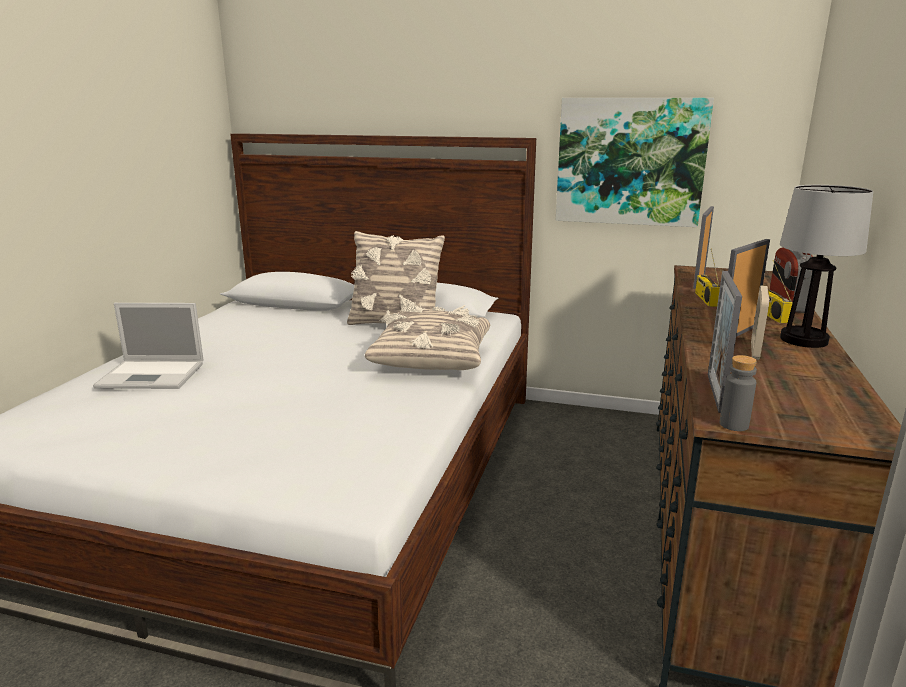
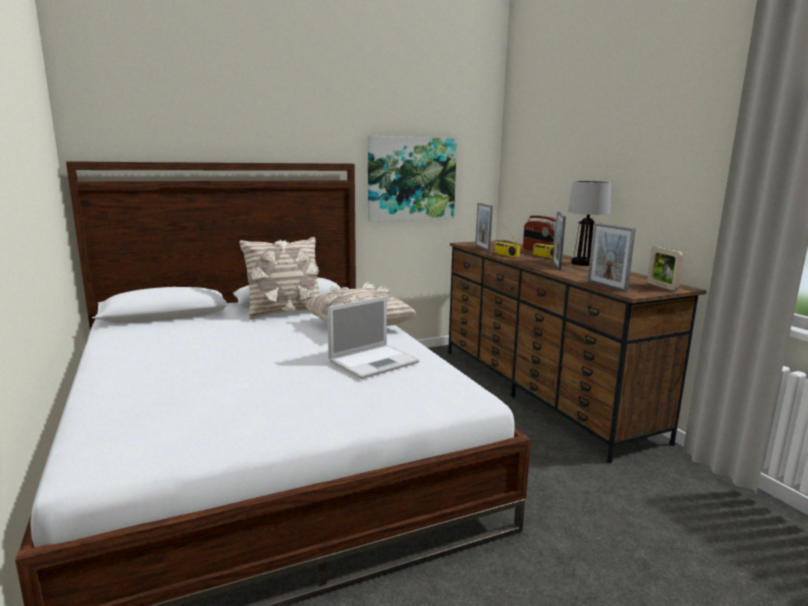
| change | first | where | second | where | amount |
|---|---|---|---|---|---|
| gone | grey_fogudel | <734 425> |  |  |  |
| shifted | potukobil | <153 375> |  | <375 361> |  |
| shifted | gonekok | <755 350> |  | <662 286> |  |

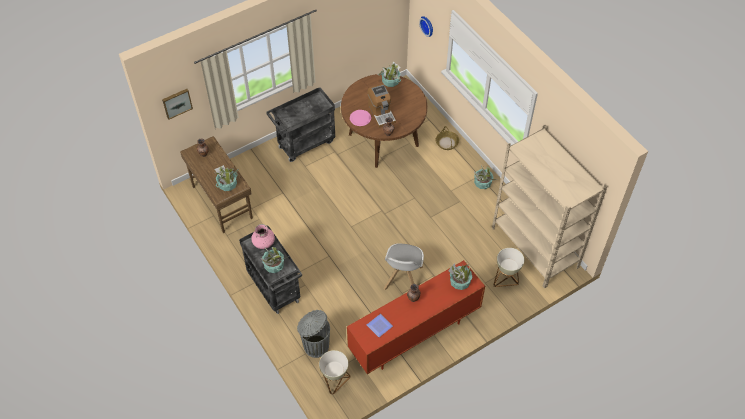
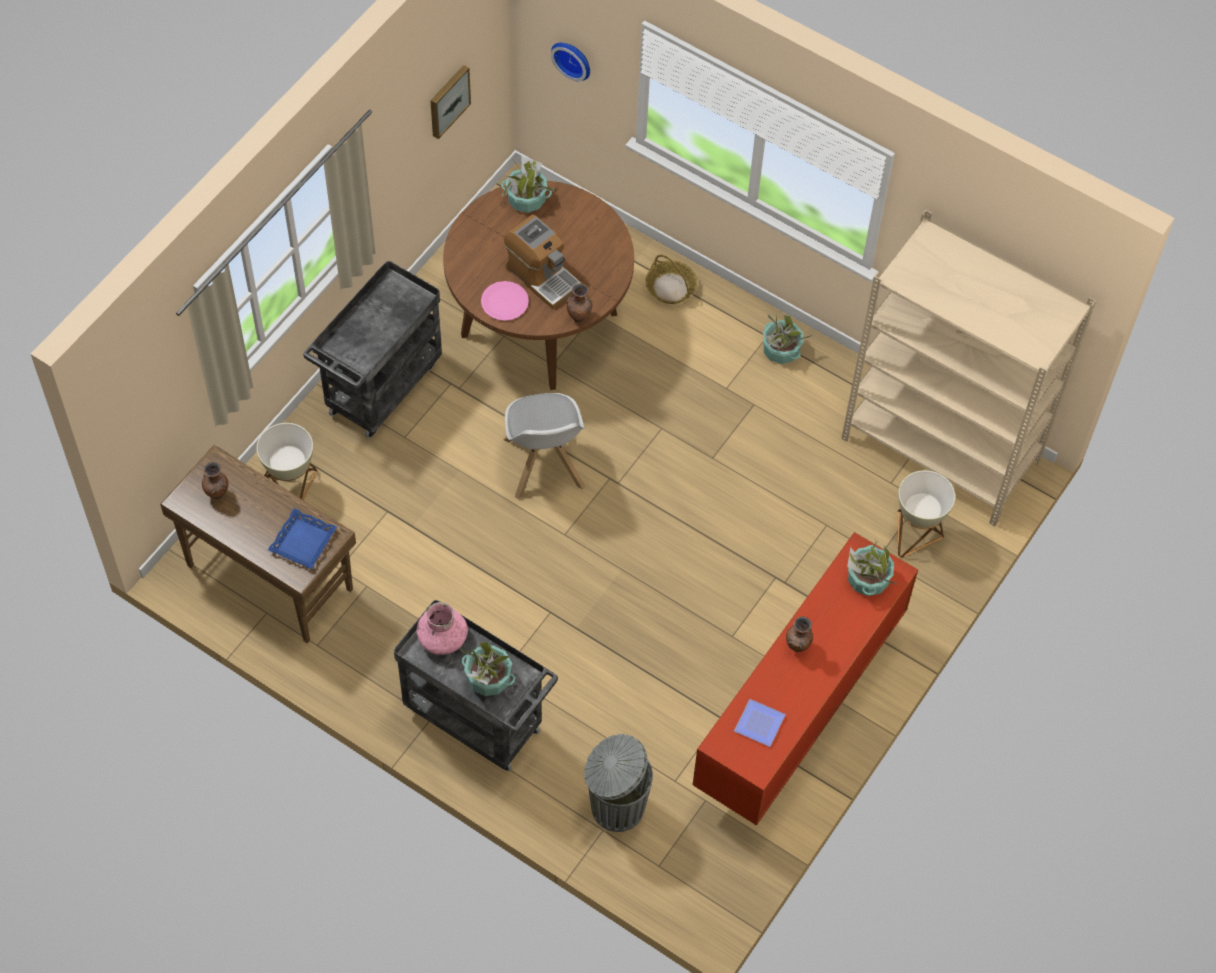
| change | first | where | second | where | amount |
|---|---|---|---|---|---|
| shifted | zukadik | <177 103> |  | <448 100> |  |
| shifted | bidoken | <334 381> |  | <292 487> |  |
| shifted | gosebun | <403 279> |  | <544 465> |  |
| swapped | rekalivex | <227 184> | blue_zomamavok | <302 541> |  |

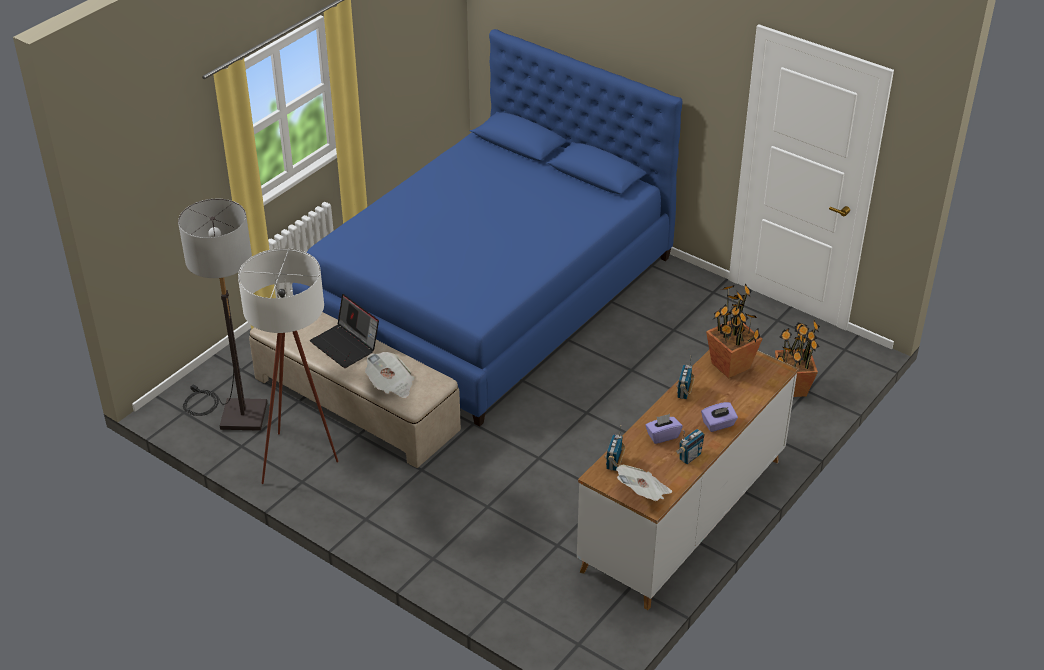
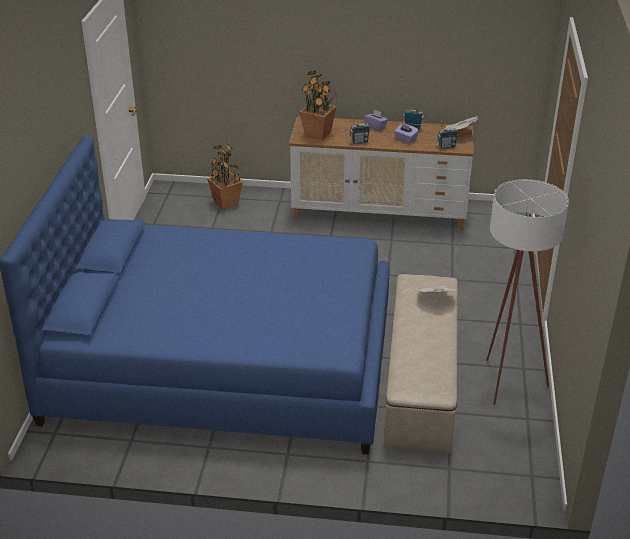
| change | first | where | second | where | amount |
|---|---|---|---|---|---|
| gone | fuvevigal | <231 412> |  |  |  |
| gone | potukobil | <346 345> |  |  |  |

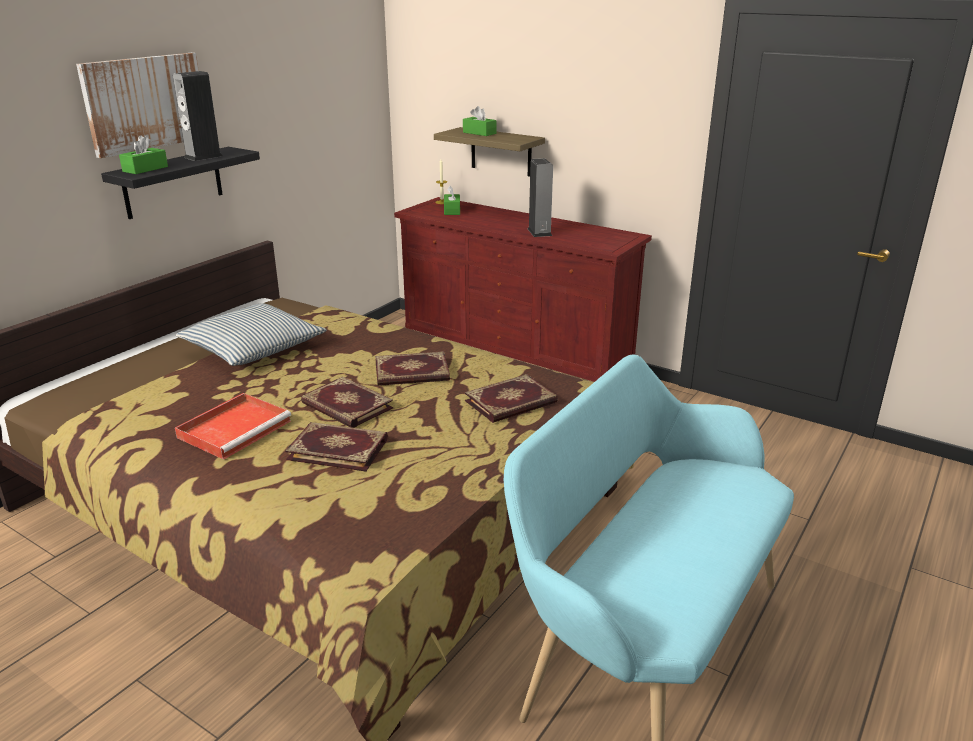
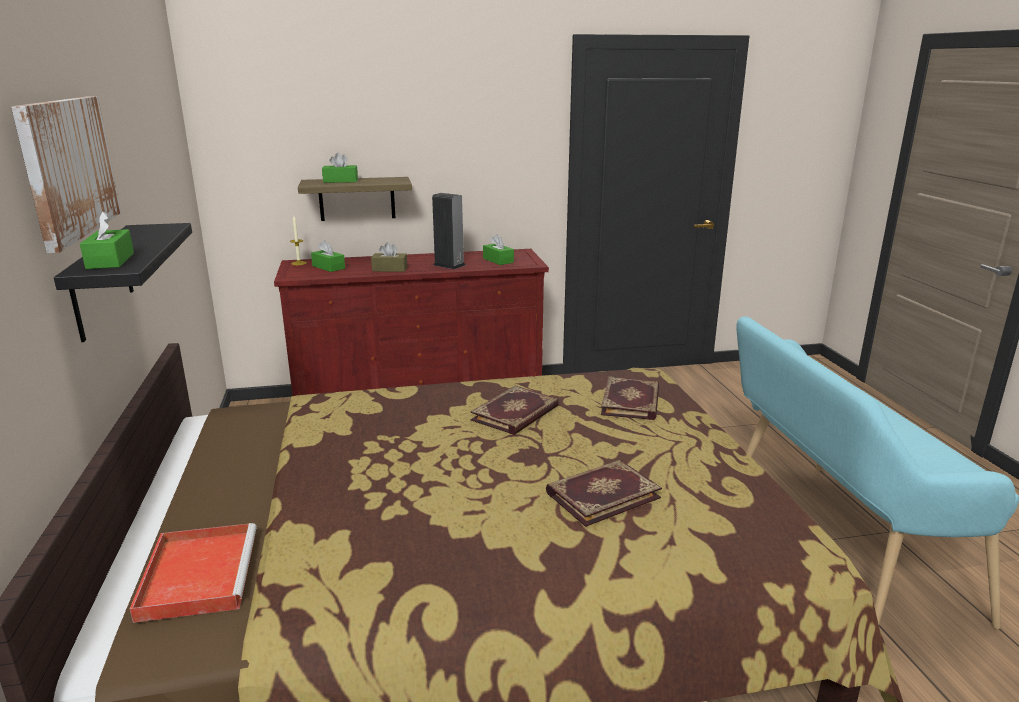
| change | first | where | second | where | amount |
|---|---|---|---|---|---|
| gone | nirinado | <203 157> |  |  |  |
| gone | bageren | <253 348> |  |  |  |
| gone | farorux | <346 406> |  |  |  |
| new |  |  | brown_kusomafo | <389 269> |  |
| new |  |  | green_kusomafo | <498 260> |  |
| shifted | red_zomamavok | <236 428> |  | <198 573> |  |

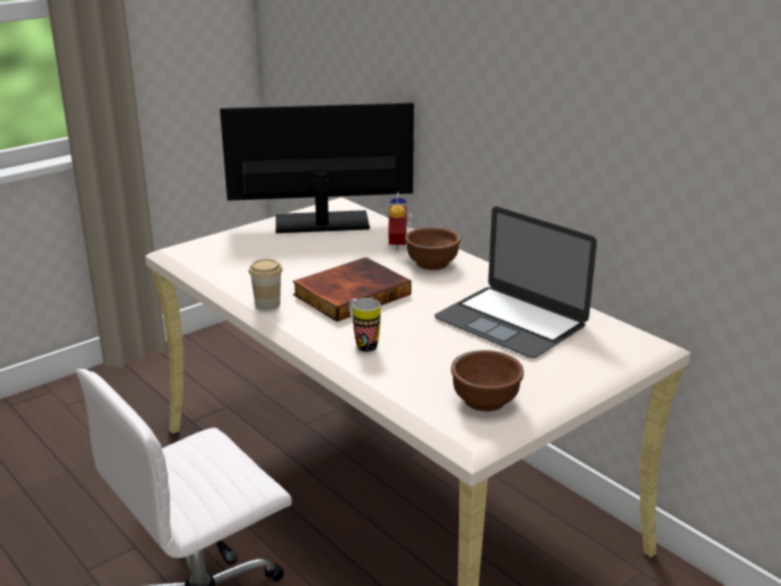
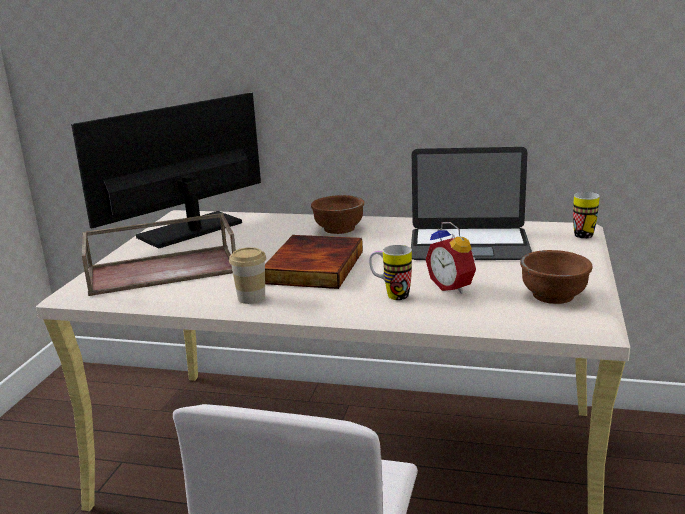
| change | first | where | second | where | amount |
|---|---|---|---|---|---|
| new |  |  | brown_zomamavok | <164 269> |  |
| new |  |  | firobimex | <585 233> |  |
| shifted | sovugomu | <400 244> |  | <453 287> |  |

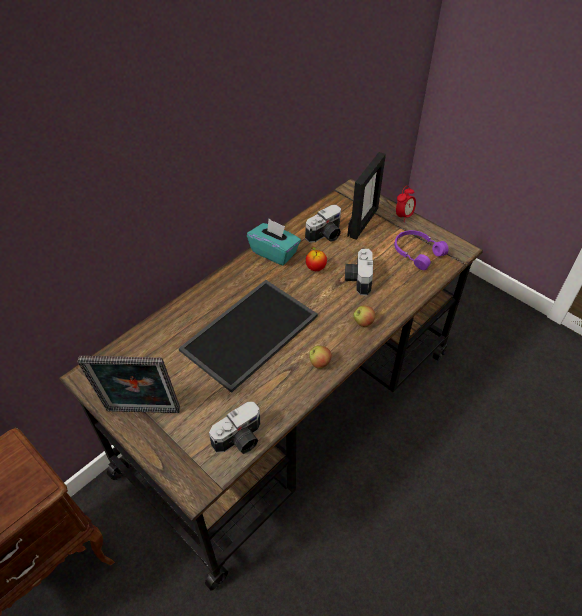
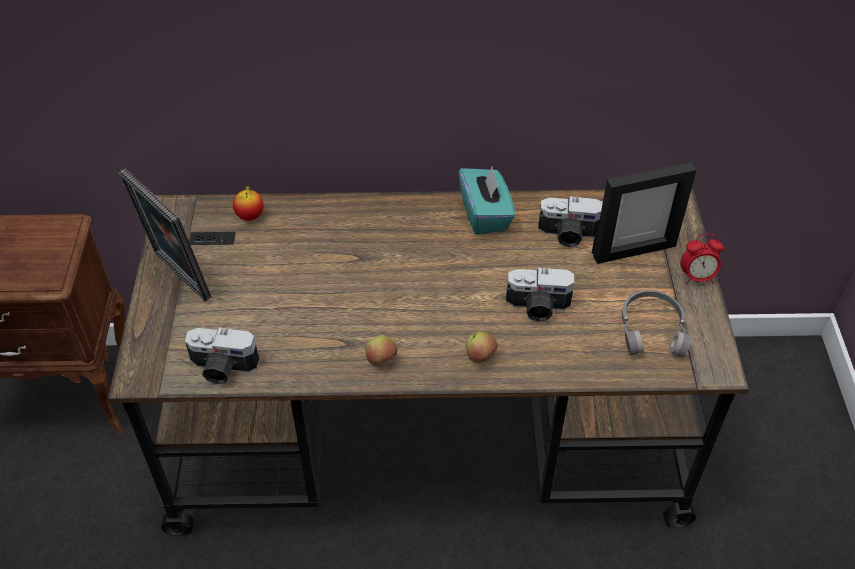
| change | first | where | second | where | amount |
|---|---|---|---|---|---|
| gone | zomamavok | <250 335> |  |  |  |
| shifted | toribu | <315 268> |  | <250 216> |  |
| repainted | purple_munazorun | <417 252> | grey_munazorun | <652 330> |  |
| rotated | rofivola | <357 279> |  | <538 307> | 135 degrees counterclockwise |

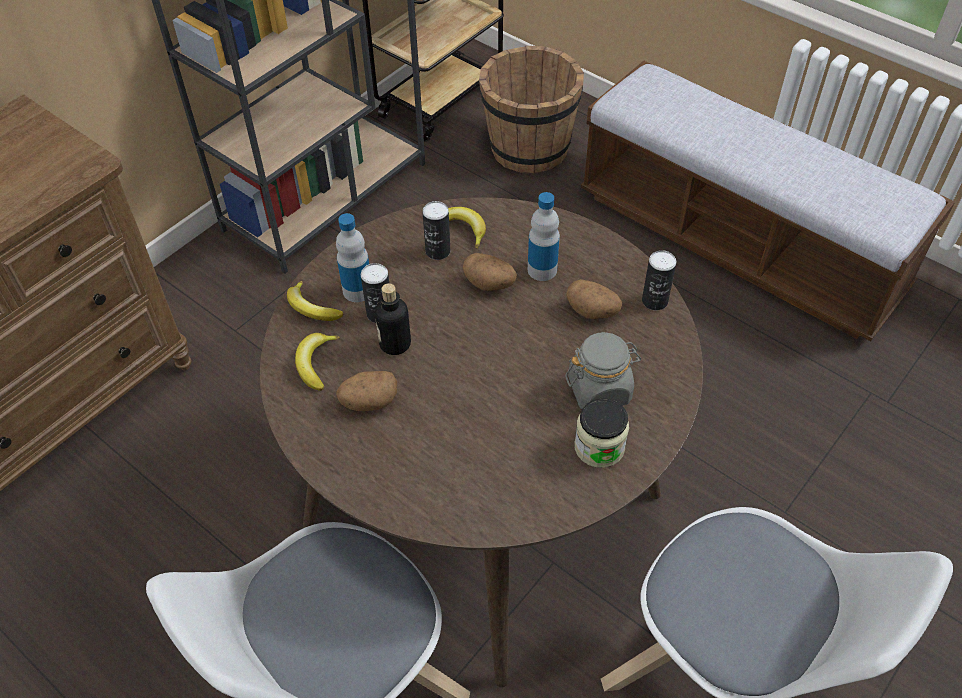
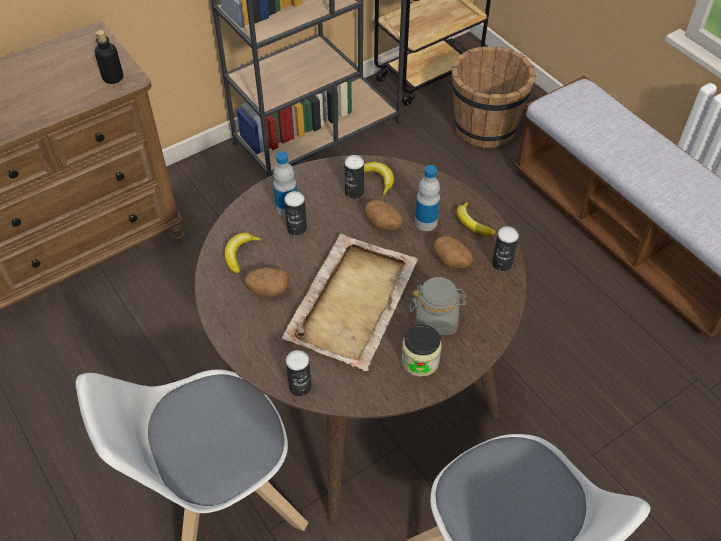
| change | first | where | second | where | amount |
|---|---|---|---|---|---|
| new |  |  | beige_zomamavok | <353 301> |  |
| new |  |  | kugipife | <300 387> |  |
| shifted | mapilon | <312 308> |  | <472 223> |  |
| shifted | fogudel | <395 343> |  | <113 78> |  |

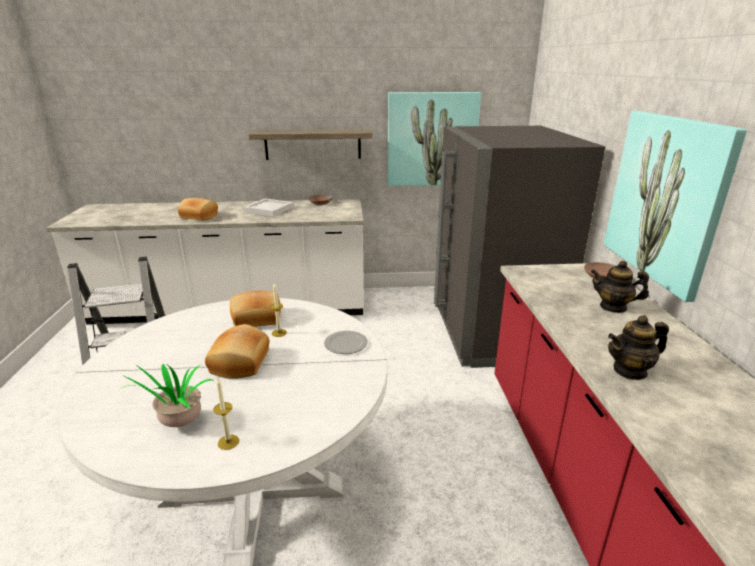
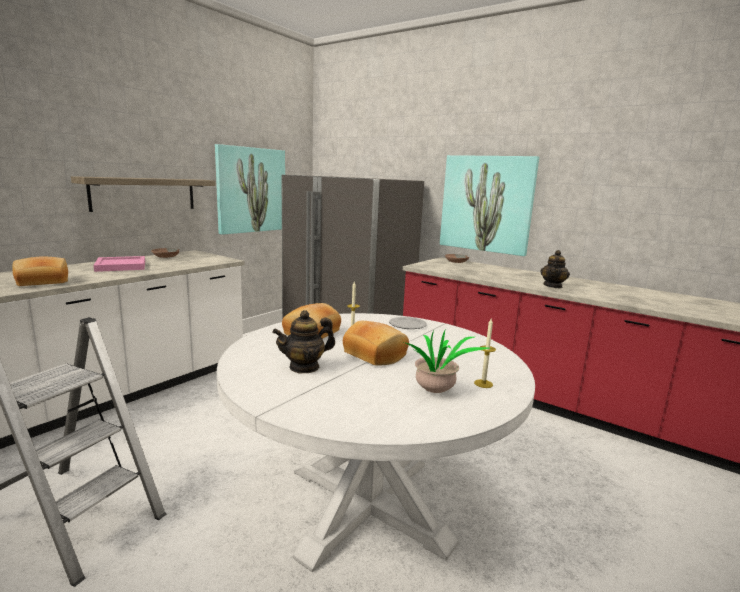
| change | first | where | second | where | amount |
|---|---|---|---|---|---|
| shifted | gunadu | <613 307> |  | <304 367> |  |
| repainted | white_zomamavok | <268 209> | pink_zomamavok | <120 266> |  |

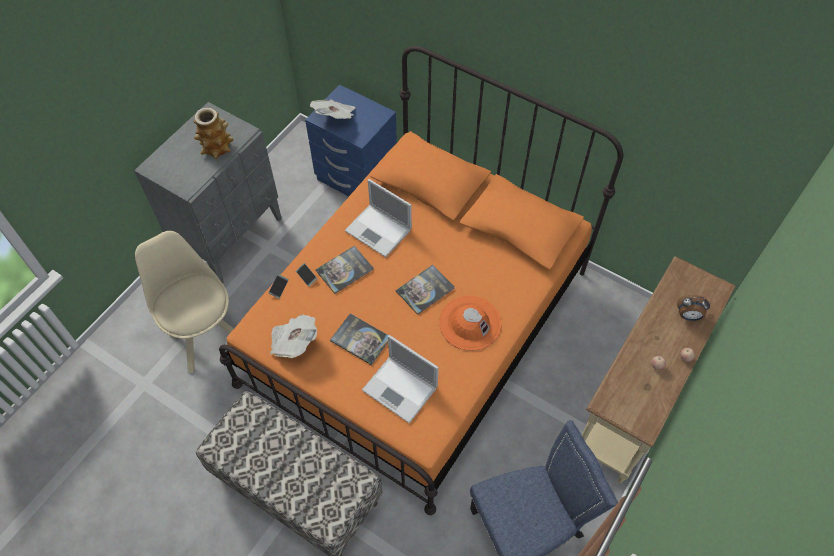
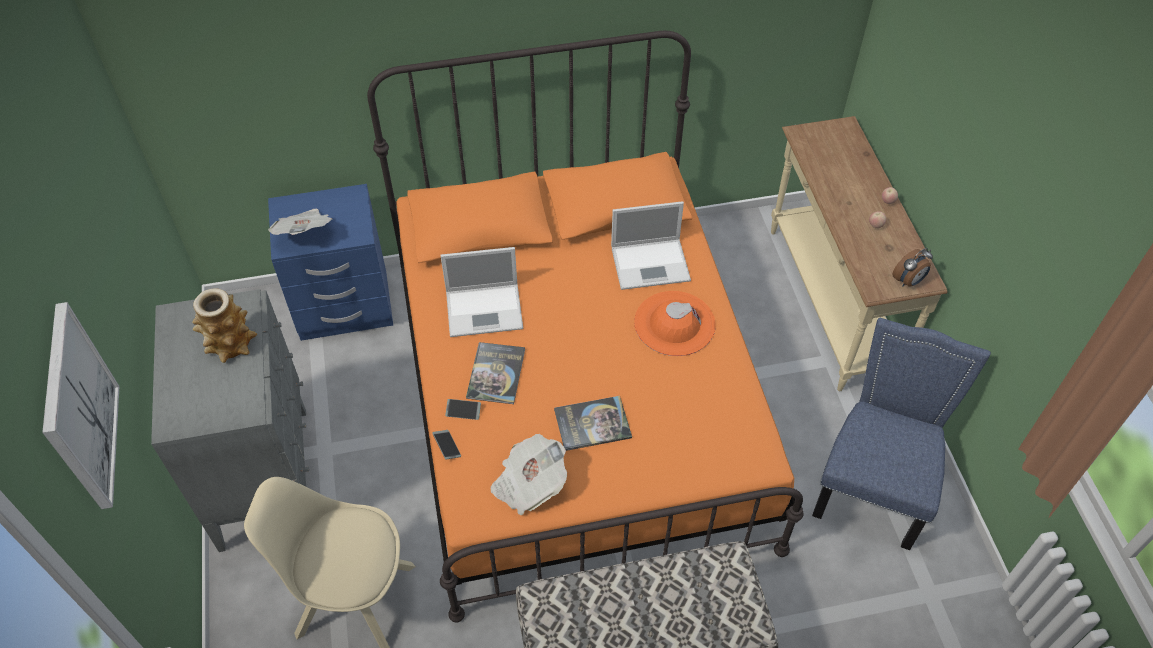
| change | first | where | second | where | amount |
|---|---|---|---|---|---|
| gone | farorux | <425 290> |  |  |  |
| new |  |  | zukadik | <78 408> |  |
| shifted | potukobil | <401 389> |  | <652 263> |  |
| shifted | sovugomu | <688 316> |  | <908 281> |  |

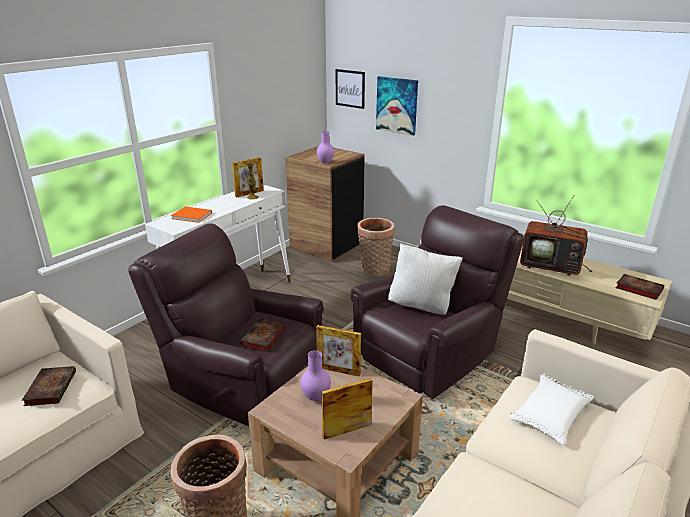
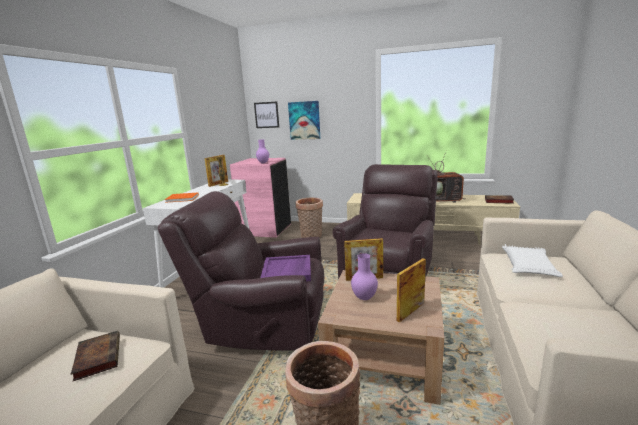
| change | first | where | second | where | amount |
|---|---|---|---|---|---|
| gone | white_bageren | <422 306> |  |  |  |
| swapped | farorux | <263 338> | purple_zomamavok | <287 271> |  |
| repainted | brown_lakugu | <327 245> | pink_lakugu | <266 229> |  |

